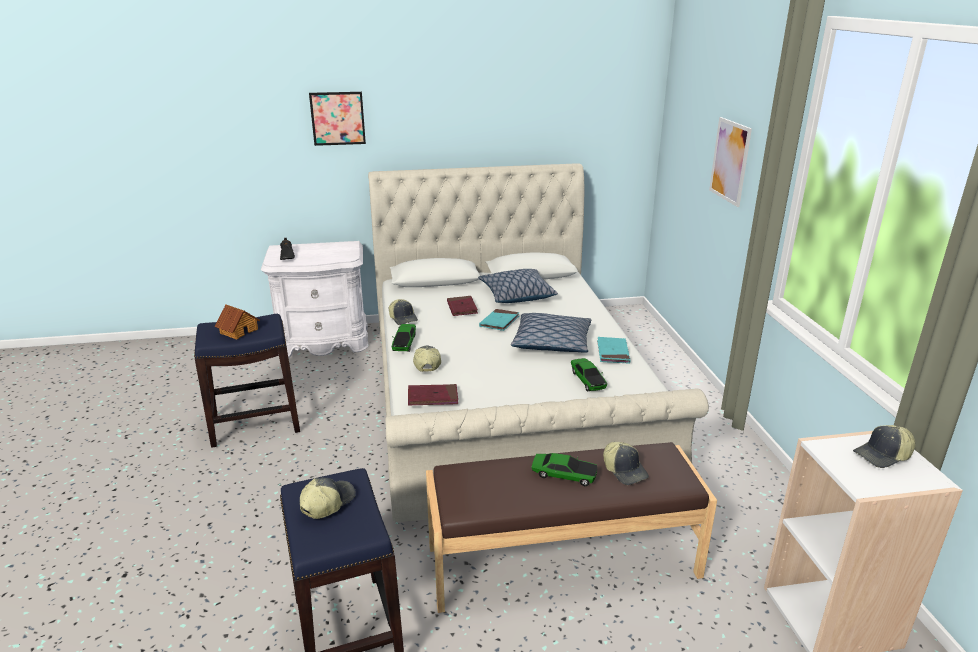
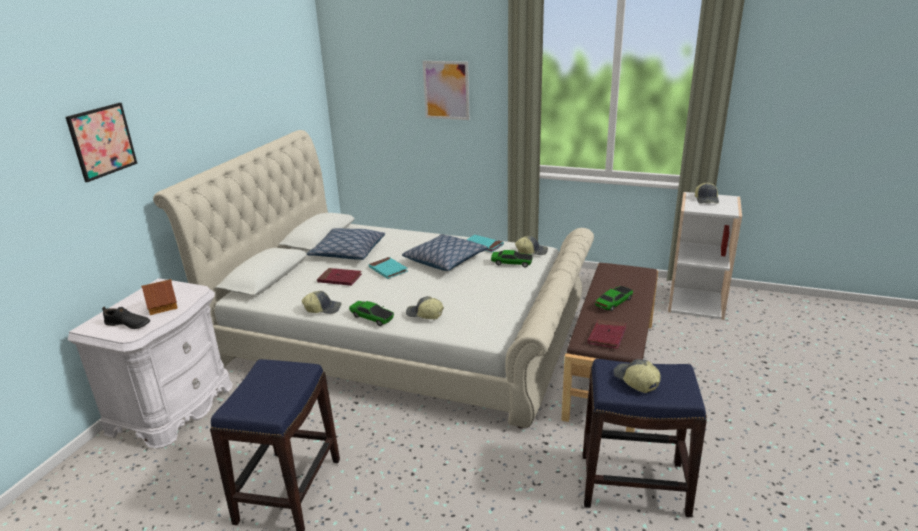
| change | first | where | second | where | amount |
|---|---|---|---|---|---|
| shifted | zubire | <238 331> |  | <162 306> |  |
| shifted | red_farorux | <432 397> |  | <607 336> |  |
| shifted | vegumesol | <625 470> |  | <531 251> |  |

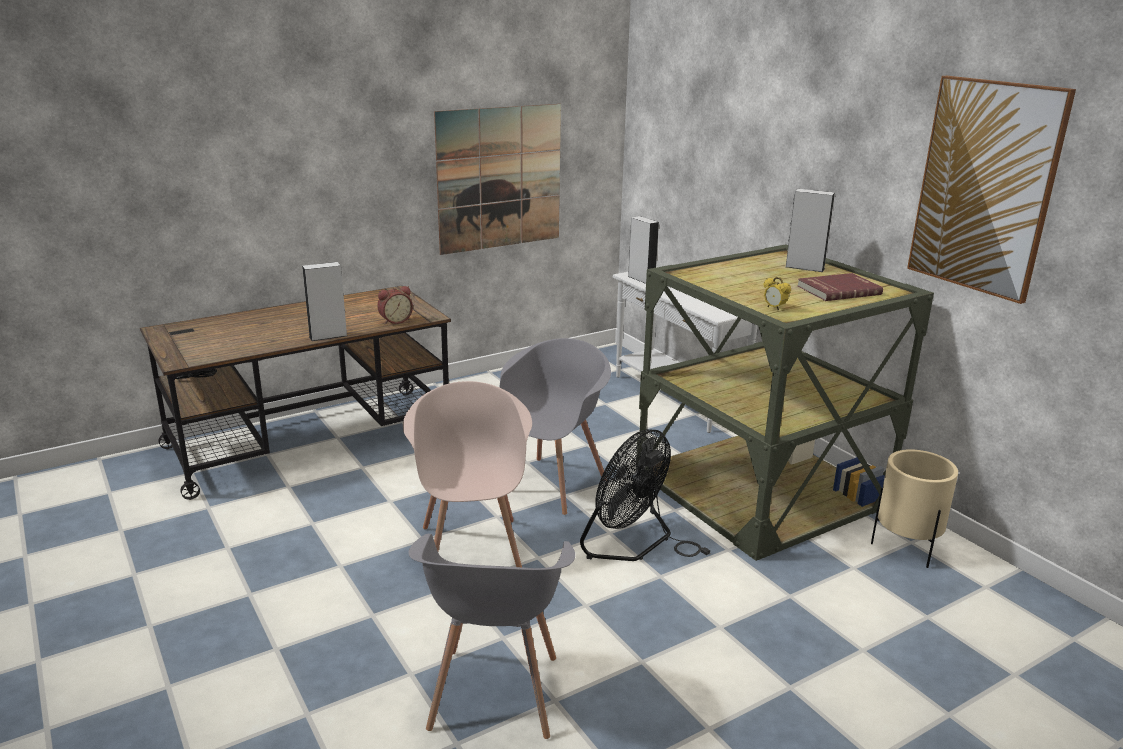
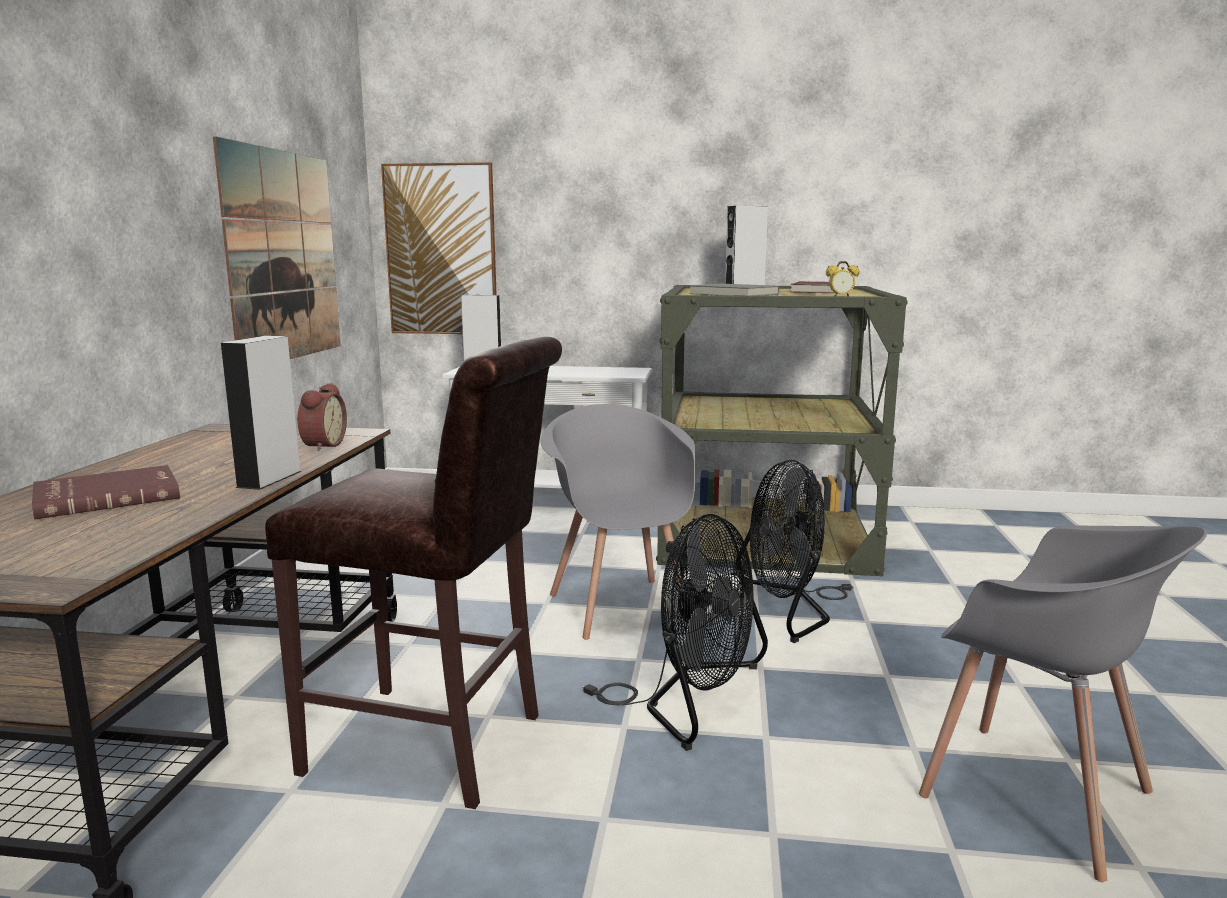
| change | first | where | second | where | amount |
|---|---|---|---|---|---|
| gone | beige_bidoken | <906 548> |  |  |  |
| new |  |  | red_farorux | <107 496> |  |
| new |  |  | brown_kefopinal | <436 747> |  |
| new |  |  | grey_farorux | <733 294> |  |
| shifted | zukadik | <985 187> |  | <441 250> |  |
| swapped | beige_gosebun | <472 547> | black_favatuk | <687 698> |  |

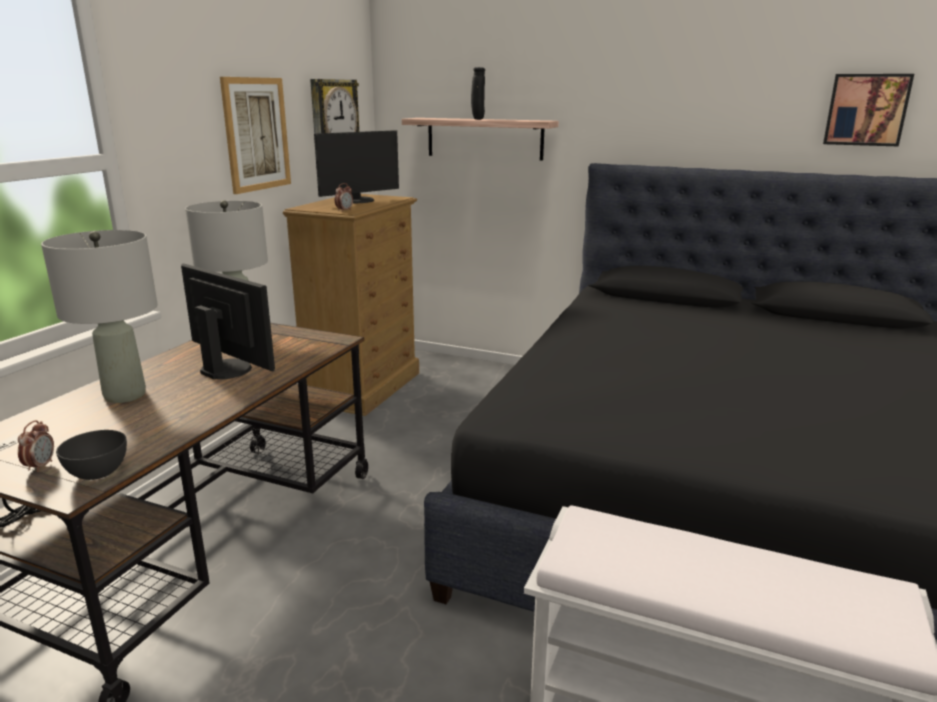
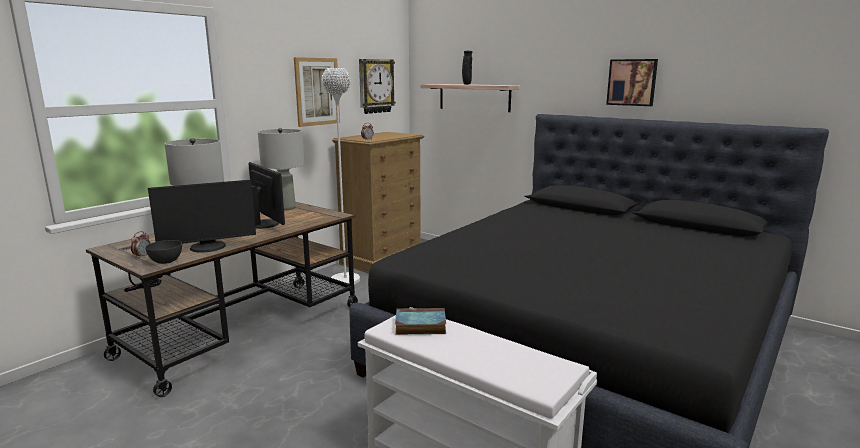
| change | first | where | second | where | amount |
|---|---|---|---|---|---|
| new |  |  | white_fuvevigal | <345 280> |  |
| new |  |  | farorux | <419 326> |  |
| shifted | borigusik | <358 201> |  | <208 247> |  |
| shifted | zukadik | <866 110> |  | <632 82> |  |

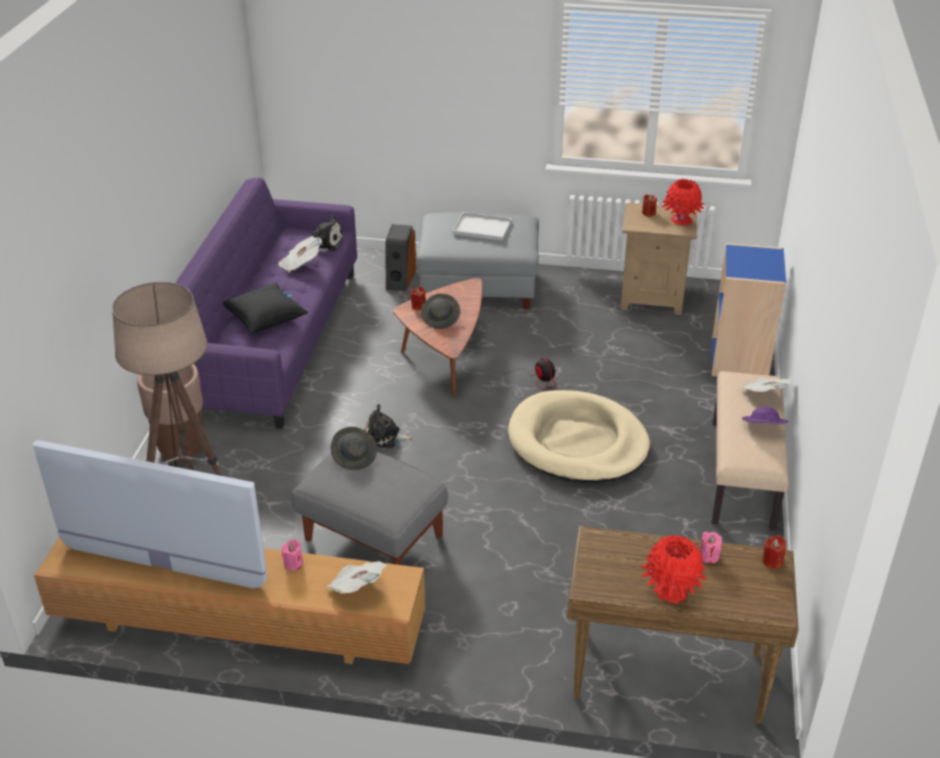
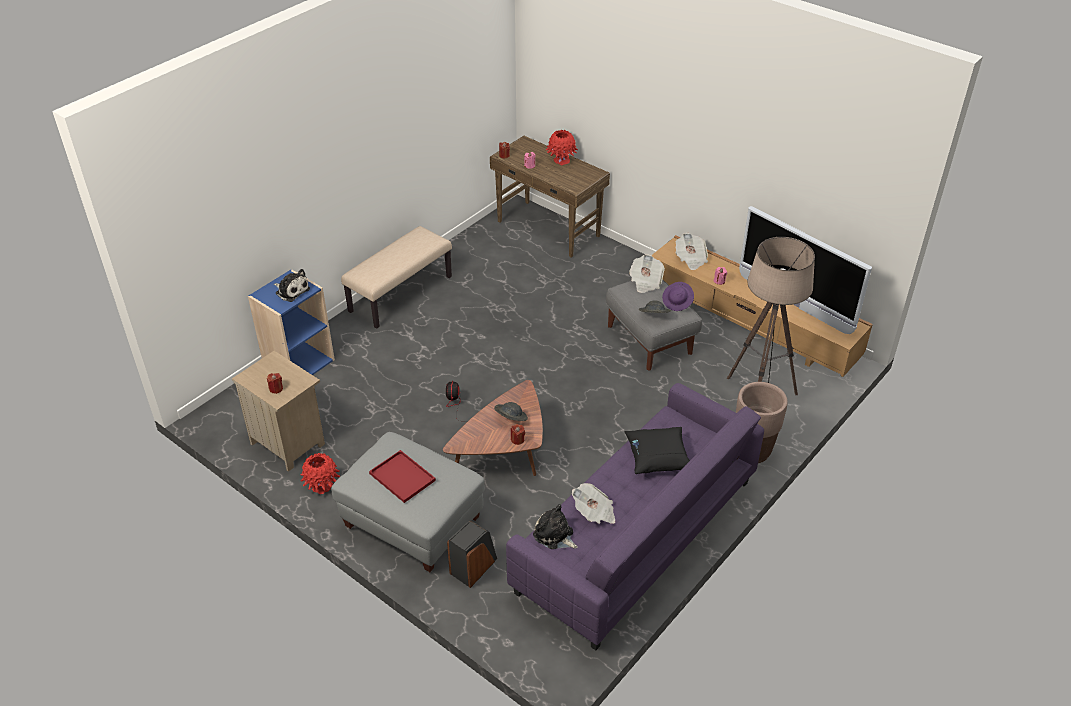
| change | first | where | second | where | amount |
|---|---|---|---|---|---|
| gone | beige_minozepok | <577 442> |  |  |  |
| shifted | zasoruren | <384 438> |  | <291 291> |  |
| shifted | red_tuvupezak | <681 220> |  | <322 486> |  |
| shifted | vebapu | <764 395> |  | <645 282> |  |
| shifted | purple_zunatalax | <762 428> |  | <677 302> |  |
| repainted | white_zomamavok | <483 227> | red_zomamavok | <401 477> |  |

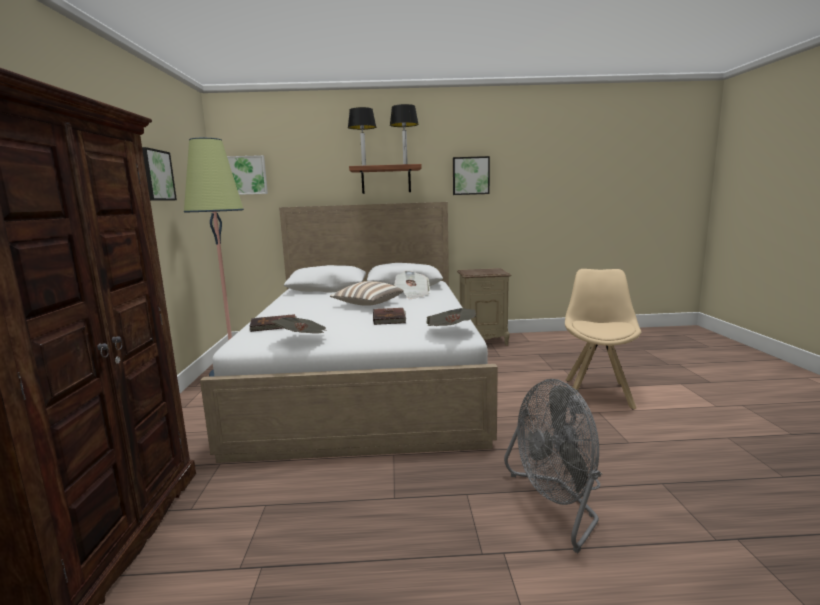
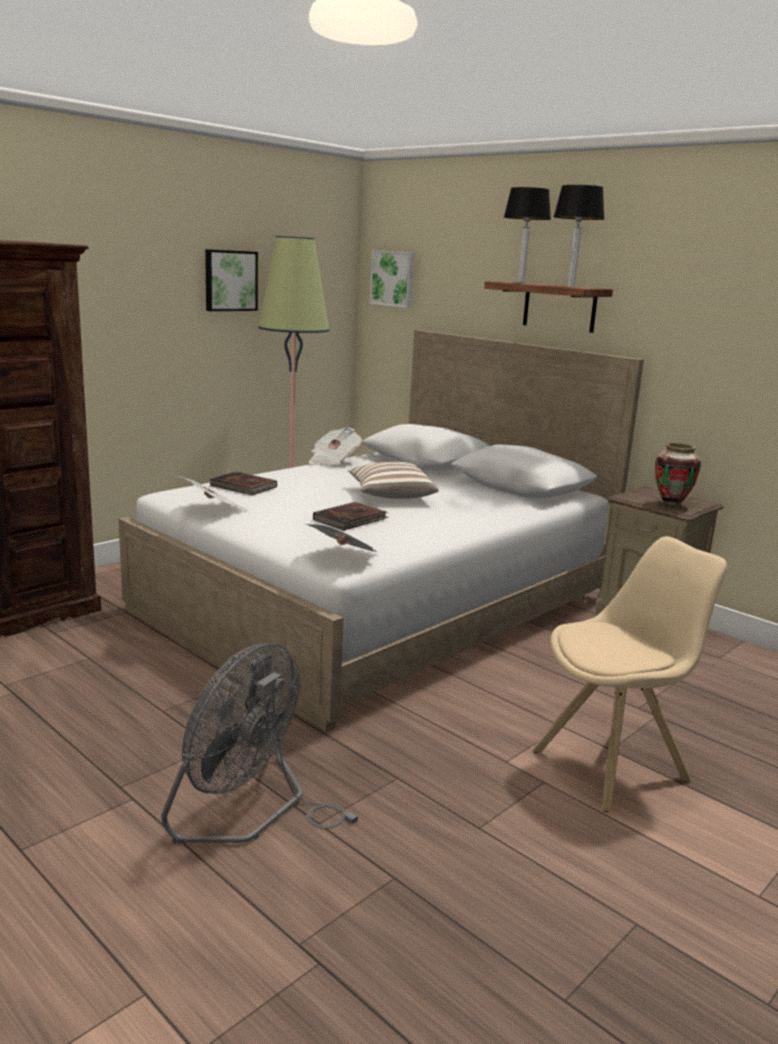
| change | first | where | second | where | amount |
|---|---|---|---|---|---|
| gone | zukadik | <470 176> |  |  |  |
| new |  |  | tuvupezak | <671 503> |  |
| shifted | vebapu | <412 295> |  | <333 461> |  |

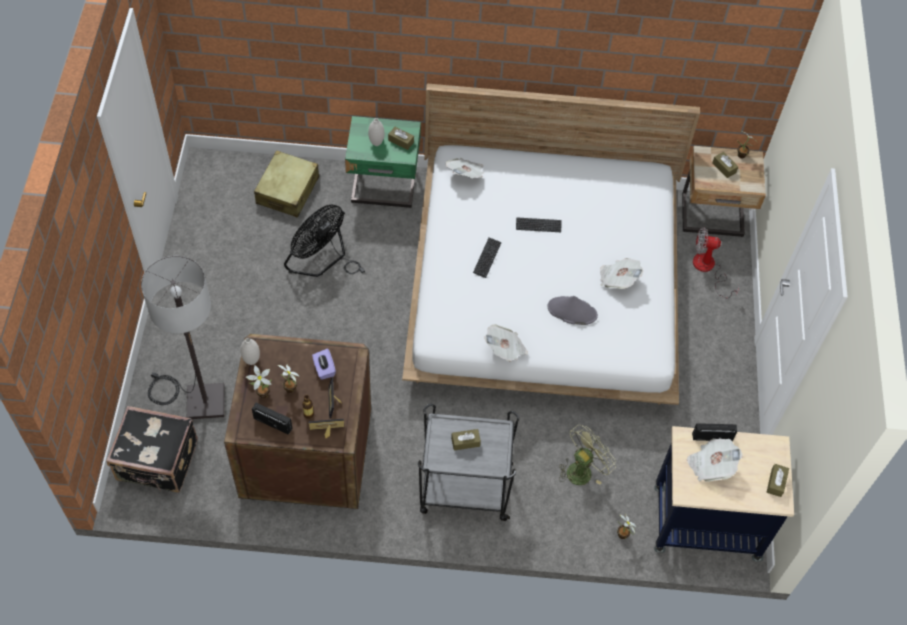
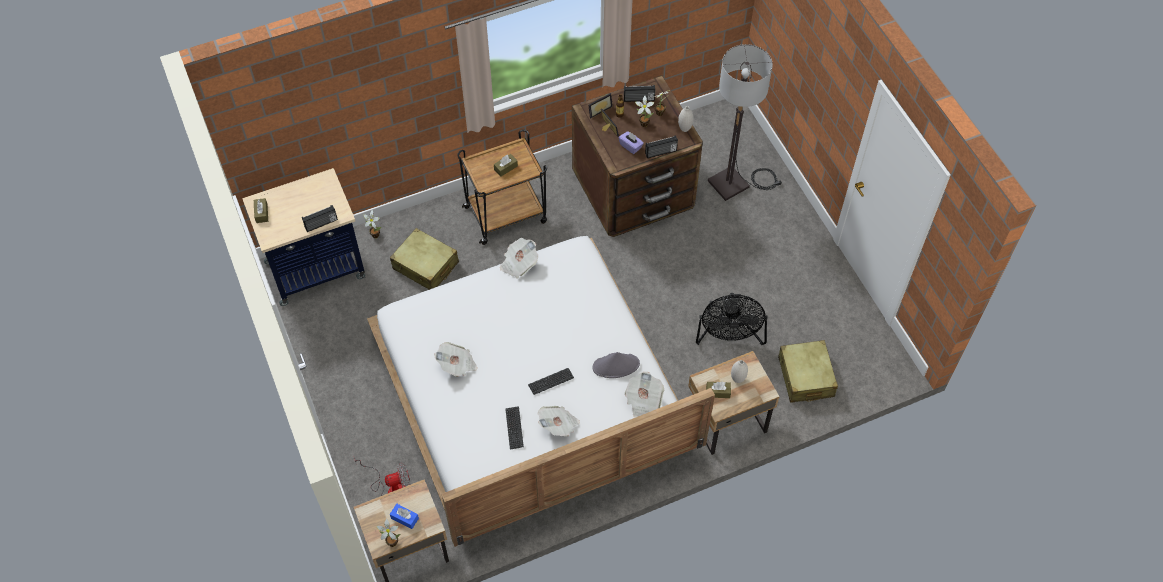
| change | first | where | second | where | amount |
|---|---|---|---|---|---|
| gone | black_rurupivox | <157 462> |  |  |  |
| new |  |  | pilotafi | <661 152> |  |
| shifted | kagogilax | <487 258> |  | <514 428> |  |
| shifted | grey_zunatalax | <572 311> |  | <616 365> |  |
| shifted | vebapu | <711 465> |  | <559 425> |  |
| swapped | green_favatuk | <582 469> | beige_rurupivox | <425 266> |  |
| repainted | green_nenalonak | <384 189> | beige_nenalonak | <726 422> |  |
| repainted | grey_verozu | <464 488> | brown_verozu | <506 214> |  |
| repainted | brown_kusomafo | <724 168> | blue_kusomafo | <404 518> |  |
| rotated | black_favatuk | <326 259> |  | <726 332> | 75 degrees clockwise |

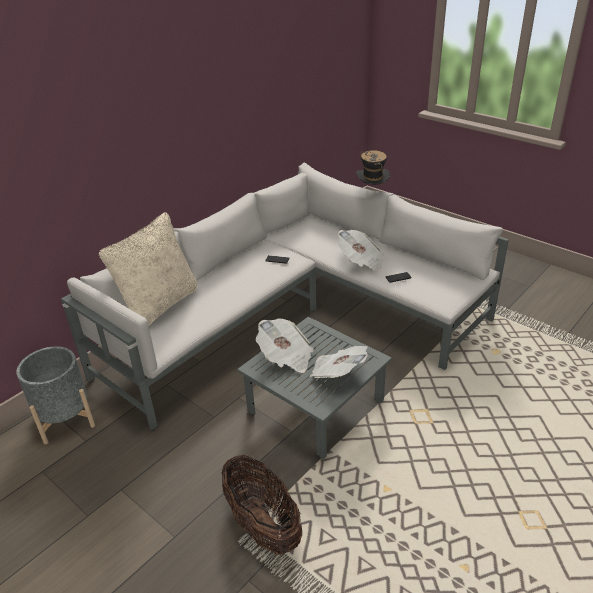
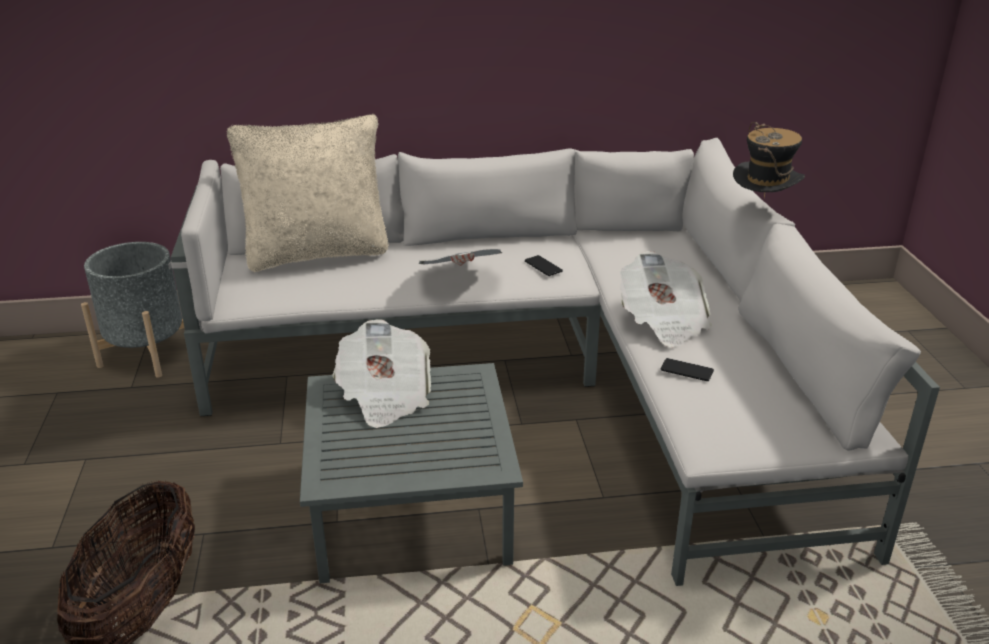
| change | first | where | second | where | amount |
|---|---|---|---|---|---|
| shifted | vebapu | <337 373> |  | <460 278> |  |

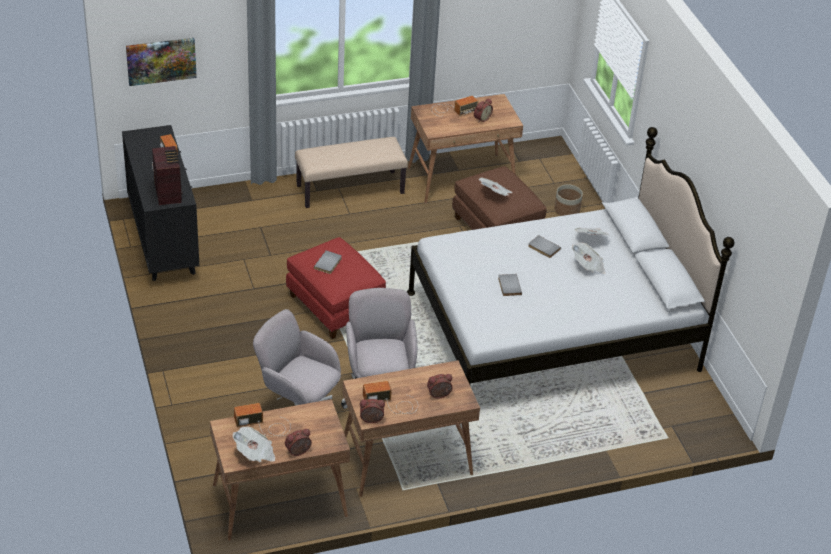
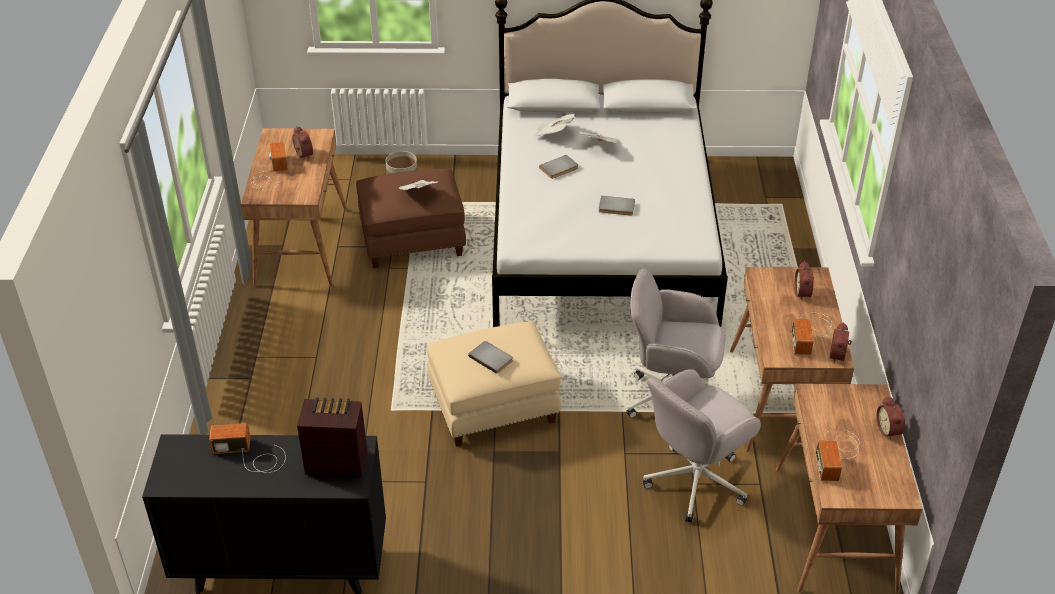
| change | first | where | second | where | amount |
|---|---|---|---|---|---|
| gone | zukadik | <161 60> |  |  |  |
| gone | vebapu | <255 453> |  |  |  |
| gone | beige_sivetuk | <350 189> |  |  |  |
| repainted | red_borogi | <334 306> | beige_borogi | <493 408> |  |

